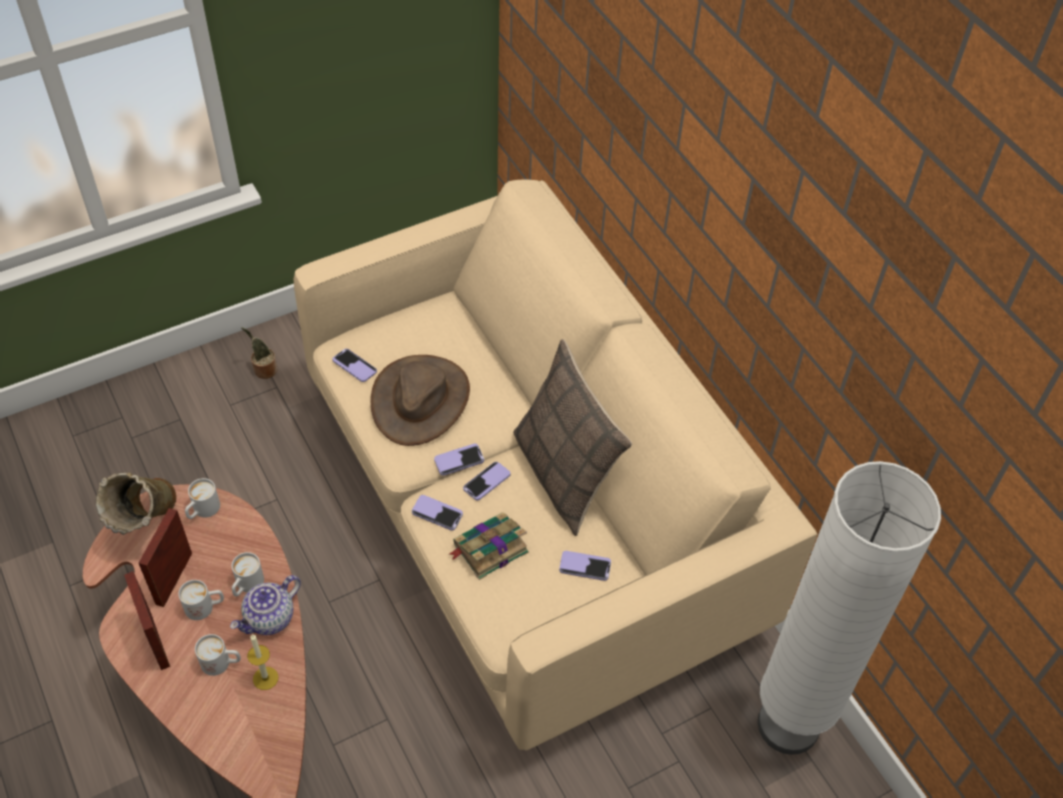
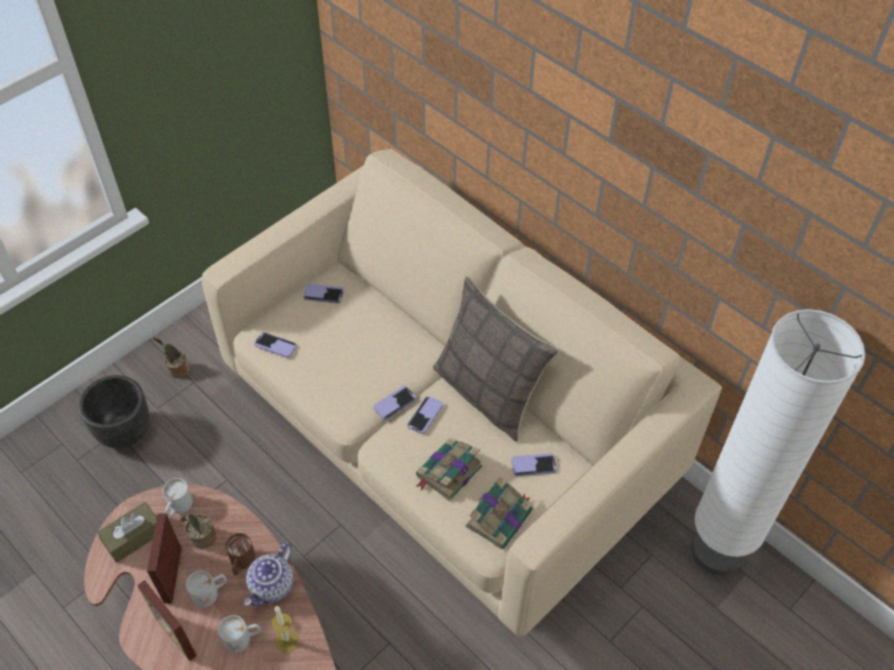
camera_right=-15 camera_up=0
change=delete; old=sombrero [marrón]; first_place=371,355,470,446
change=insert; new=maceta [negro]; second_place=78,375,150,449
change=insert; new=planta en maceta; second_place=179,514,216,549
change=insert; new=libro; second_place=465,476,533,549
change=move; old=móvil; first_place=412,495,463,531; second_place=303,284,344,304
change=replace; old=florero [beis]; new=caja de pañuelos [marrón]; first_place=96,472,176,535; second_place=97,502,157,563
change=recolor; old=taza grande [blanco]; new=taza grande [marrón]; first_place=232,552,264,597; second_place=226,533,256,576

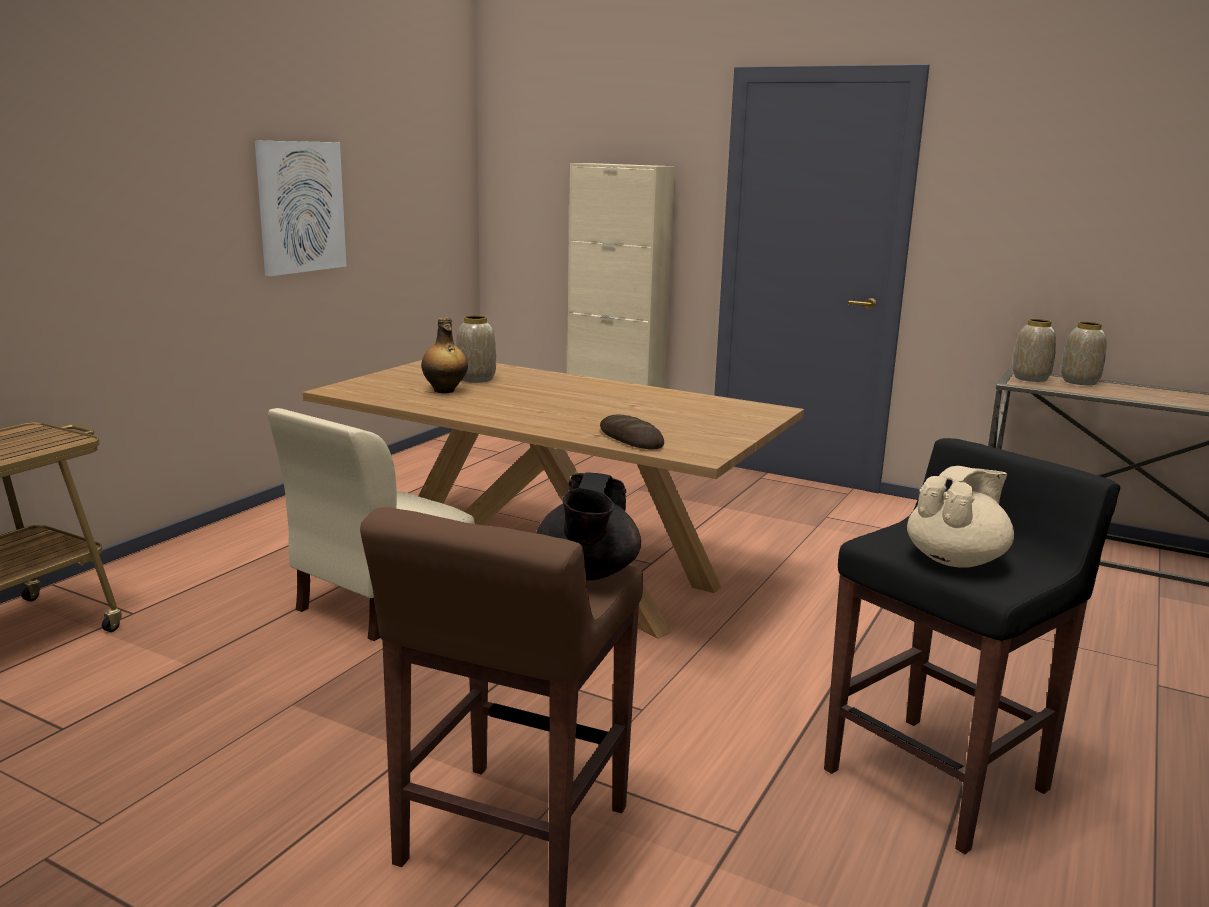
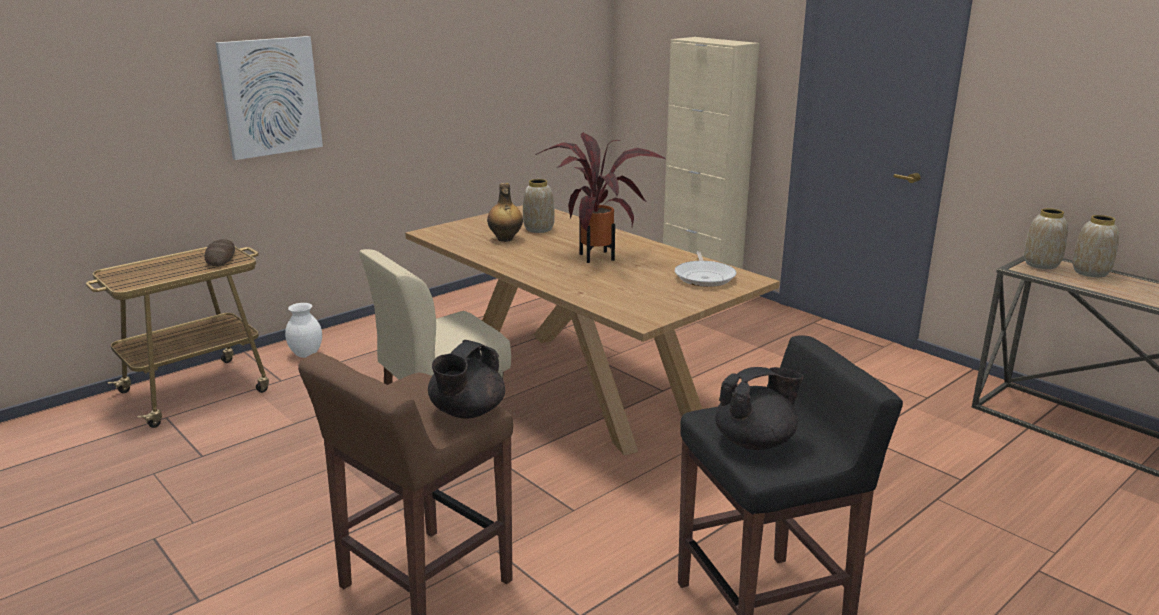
camera_right=20 camera_up=5
change=insert; new=florero [blanco]; second_place=285,303,322,358
change=insert; new=planta en maceta; second_place=536,132,666,263
change=insert; new=sartén; second_place=675,251,736,287
change=move; old=cuadro; first_place=255,140,346,276; second_place=215,36,323,160
change=move; old=pan; first_place=600,415,664,450; second_place=205,239,235,266
change=recolor; old=tetera [beis]; new=tetera [negro]; first_place=907,466,1014,568; second_place=715,367,804,450

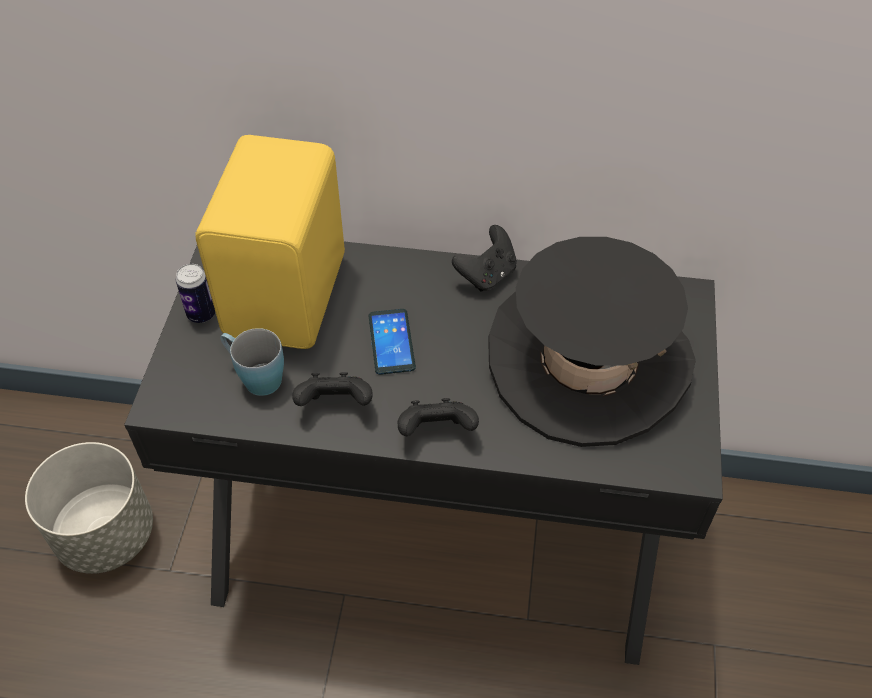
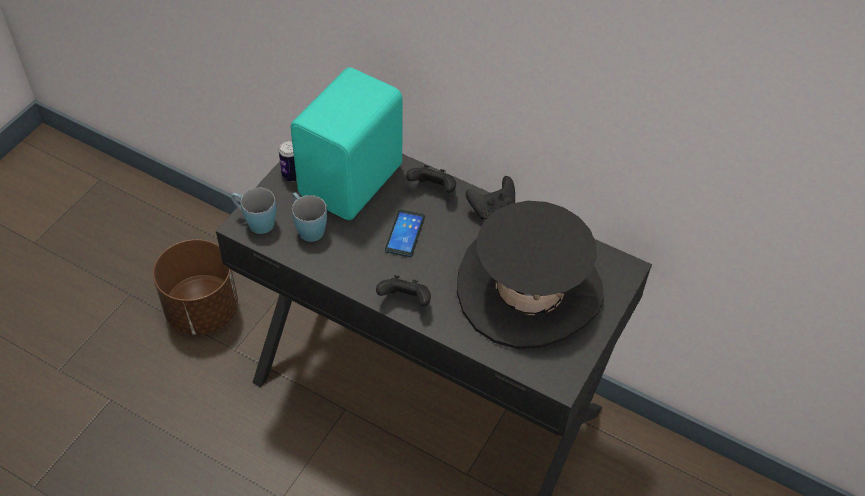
camera_right=20 camera_up=0
change=insert; new=taza grande [azul]; second_place=231,188,276,234
change=move; old=mando de consola [negro]; first_place=292,372,373,406; second_place=406,165,456,193
change=recolor; old=maceta [gris]; new=maceta [marrón]; first_place=25,442,153,574; second_place=153,239,238,335
change=recolor; old=altavoz [amarillo]; new=altavoz [turquesa]; first_place=196,135,345,349; second_place=290,67,402,220

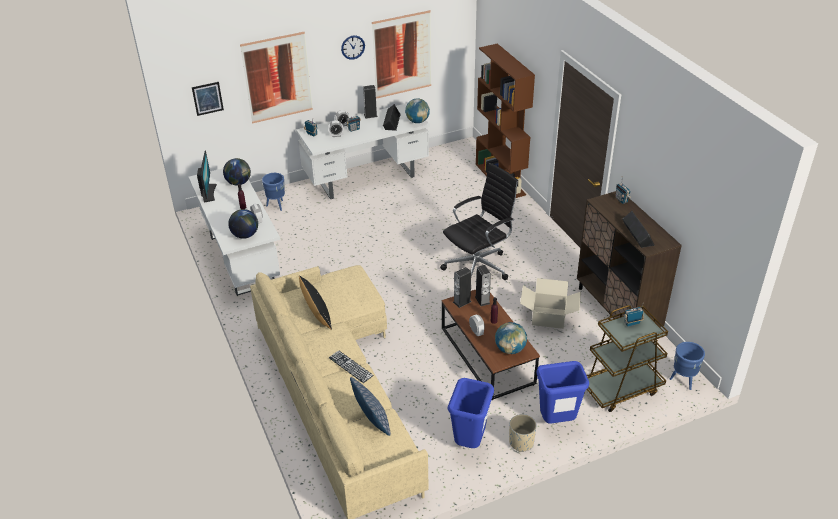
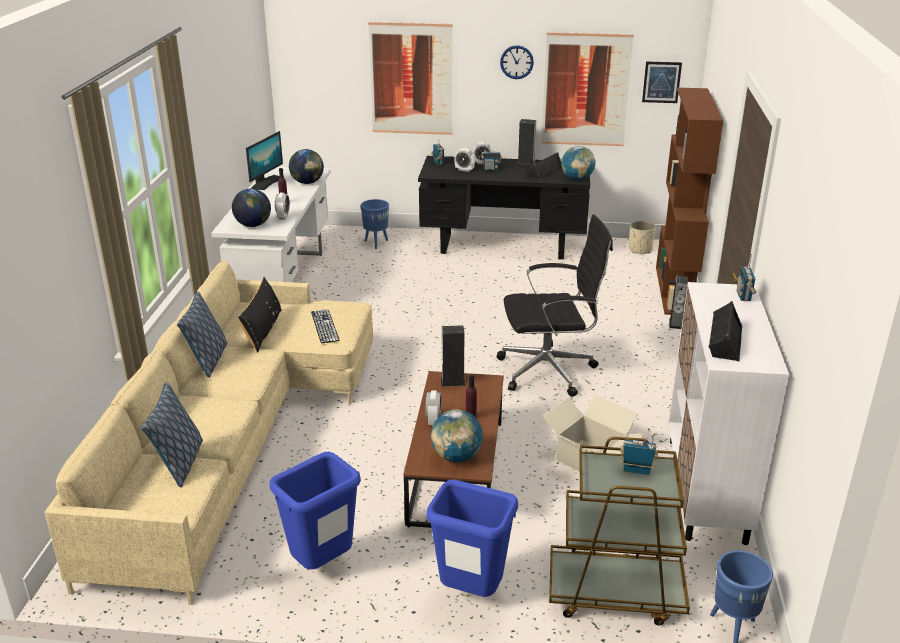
camera_right=30 camera_up=-10
change=insert; new=cojín; second_place=177,291,227,378
change=move; old=cuadro; first_place=192,82,224,116; second_place=642,61,682,103
change=move; old=teclado; first_place=329,351,374,383; second_place=311,309,340,343
change=move; old=altavoz; first_place=475,265,491,306; second_place=669,276,688,329
change=move; old=maceta [beis]; first_place=509,414,537,452; second_place=629,221,656,254
change=recolor; old=escritorio [blanco]; new=escritorio [negro]; first_place=296,103,430,199; second_place=418,156,590,260
change=recolor; old=armario [marrón]; new=armario [blanco]; first_place=577,191,682,327; second_place=669,282,789,545

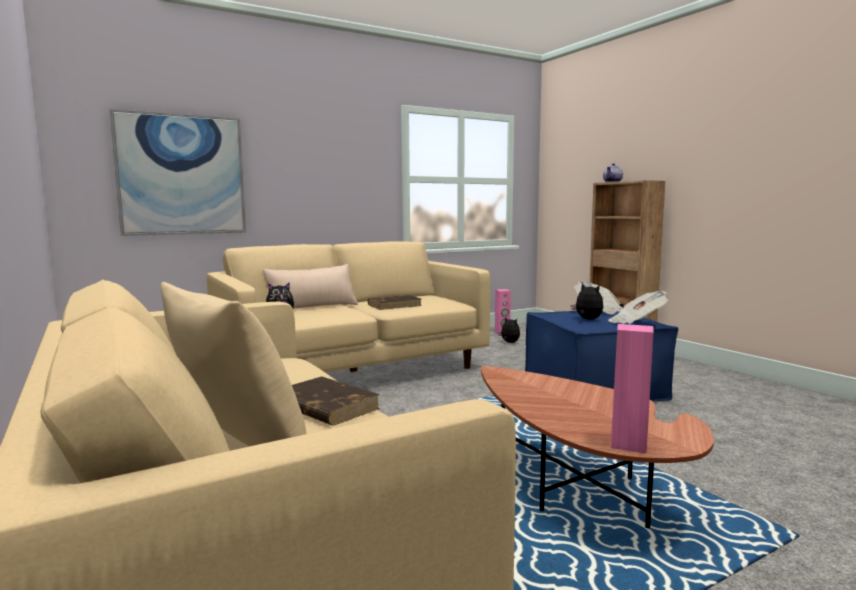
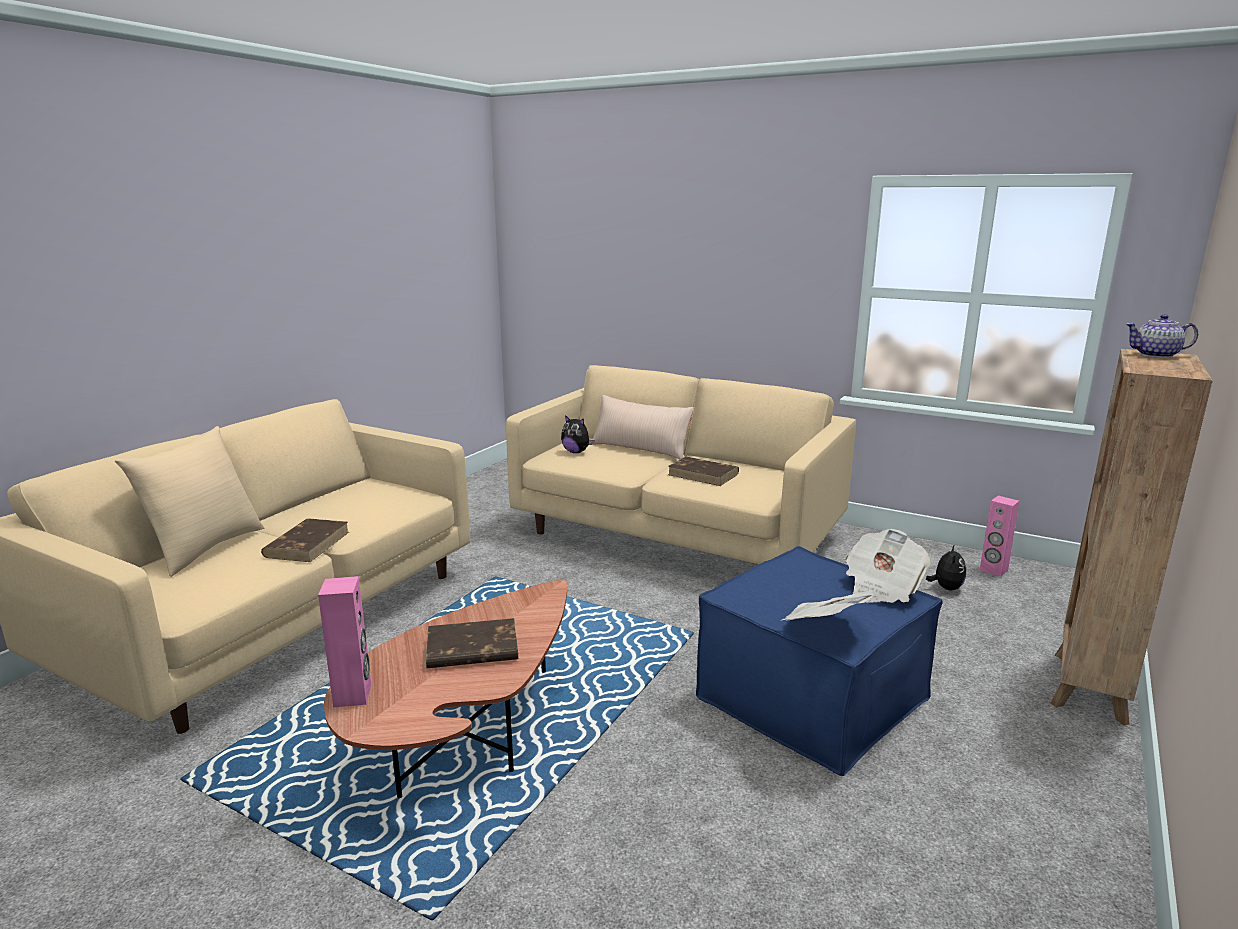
camera_right=60 camera_up=10
change=delete; old=cuadro; first_place=110,109,246,236
change=delete; old=peluche; first_place=571,283,603,319
change=insert; new=libro [marrón]; second_place=426,618,518,668

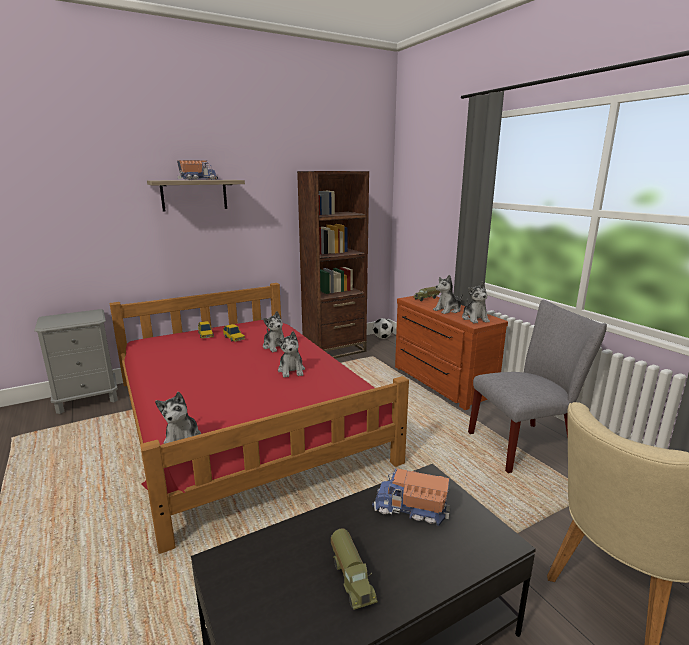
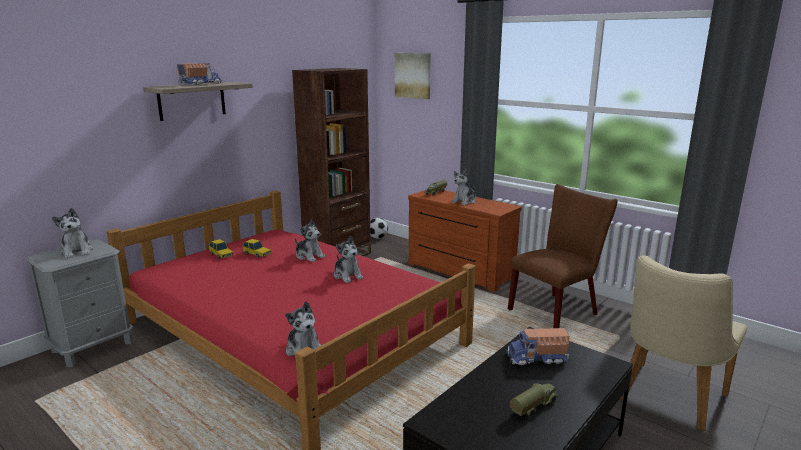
camera_right=-20 camera_up=0
change=insert; new=cuadro; second_place=395,53,431,99
change=move; old=peluche; first_place=462,281,490,323; second_place=52,208,93,259
change=recolor; old=silla [gris]; new=silla [marrón]; first_place=468,300,607,473; second_place=508,184,618,328
change=rotate; old=camión de juguete; first_place=331,528,378,610; second_place=510,383,559,418; degrees=-90

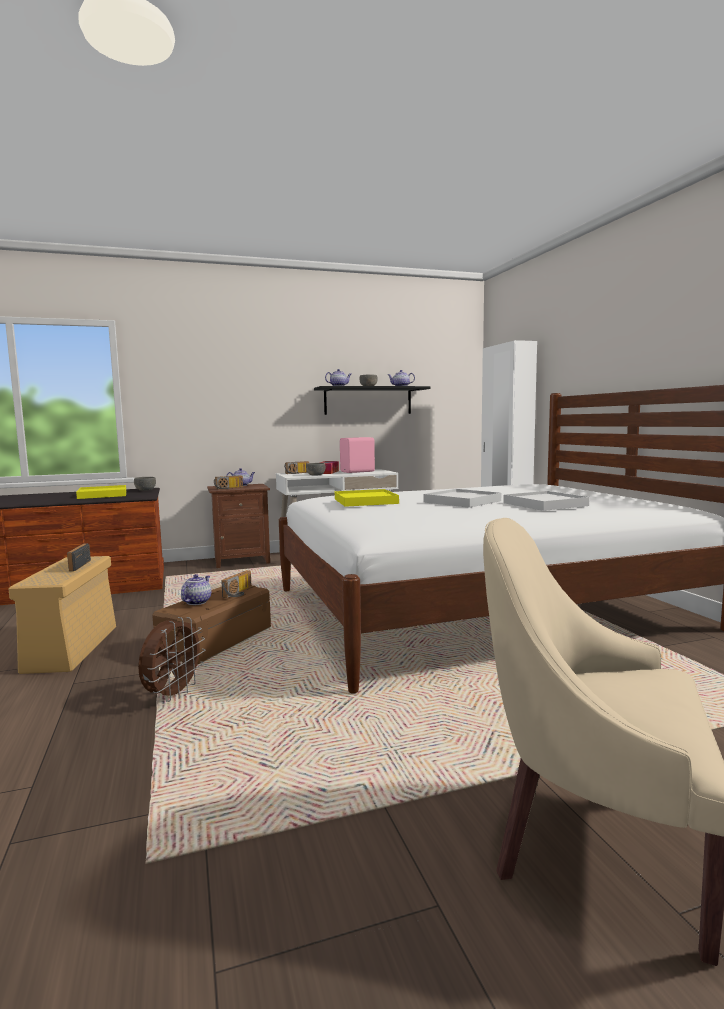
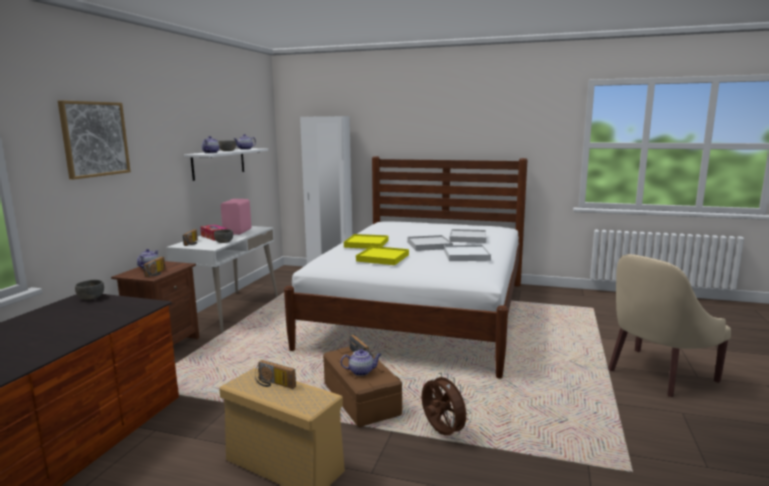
camera_right=-55 camera_up=5
change=insert; new=cuadro; second_place=58,100,131,180
change=insert; new=bandeja [blanco]; second_place=444,245,491,261
change=move; old=bandeja [amarillo]; first_place=76,485,126,499; second_place=344,234,388,249
change=recolor; old=estante [negro]; new=estante [blanco]; first_place=314,386,431,415; second_place=184,148,268,181
change=rotate; old=tetera; first_place=181,574,211,605; second_place=341,349,382,376; degrees=120

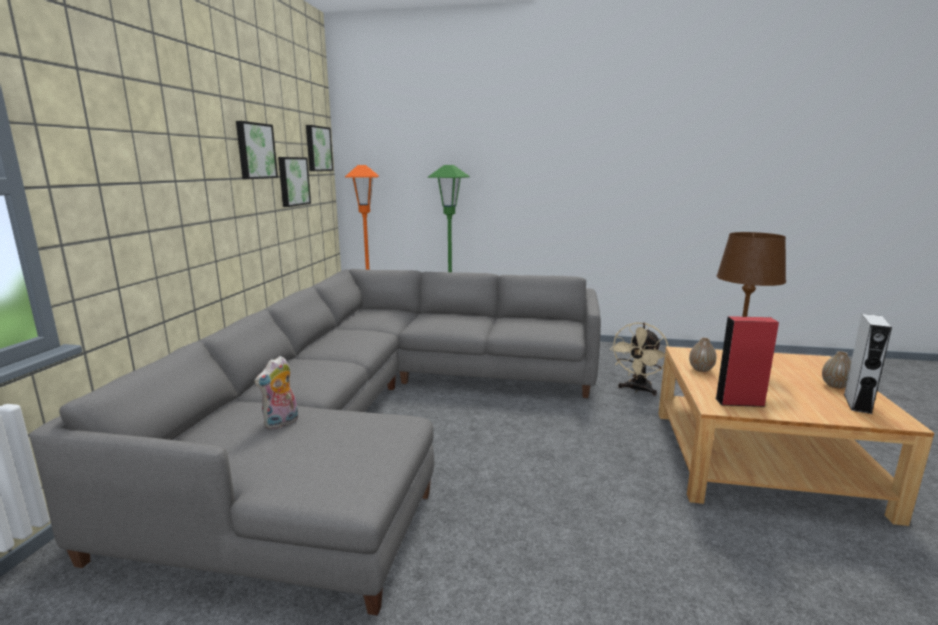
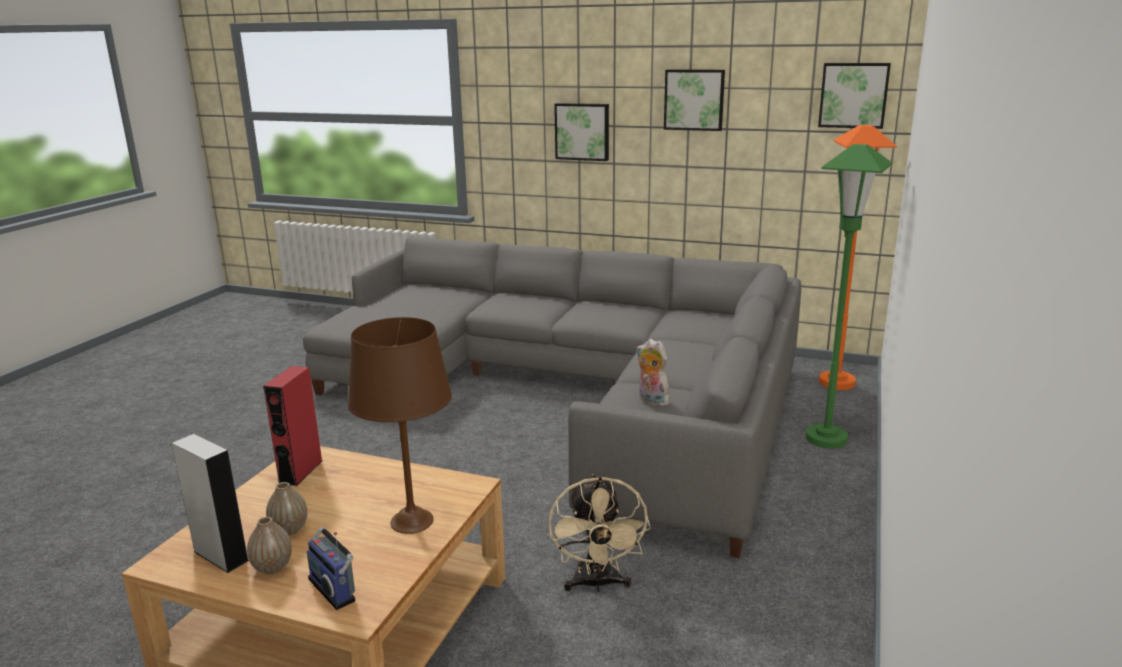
camera_right=100 camera_up=5
change=insert; new=radio; second_place=307,527,355,610
change=move; old=peluche; first_place=254,356,298,429; second_place=637,339,673,407
change=move; old=cuadro; first_place=278,157,311,207; second_place=554,103,609,161
change=move; old=florero; first_place=689,337,717,372; second_place=266,482,307,535
change=rotate; old=ventilador [beis]; first_place=610,322,669,396; second_place=549,474,651,592; degrees=-135

